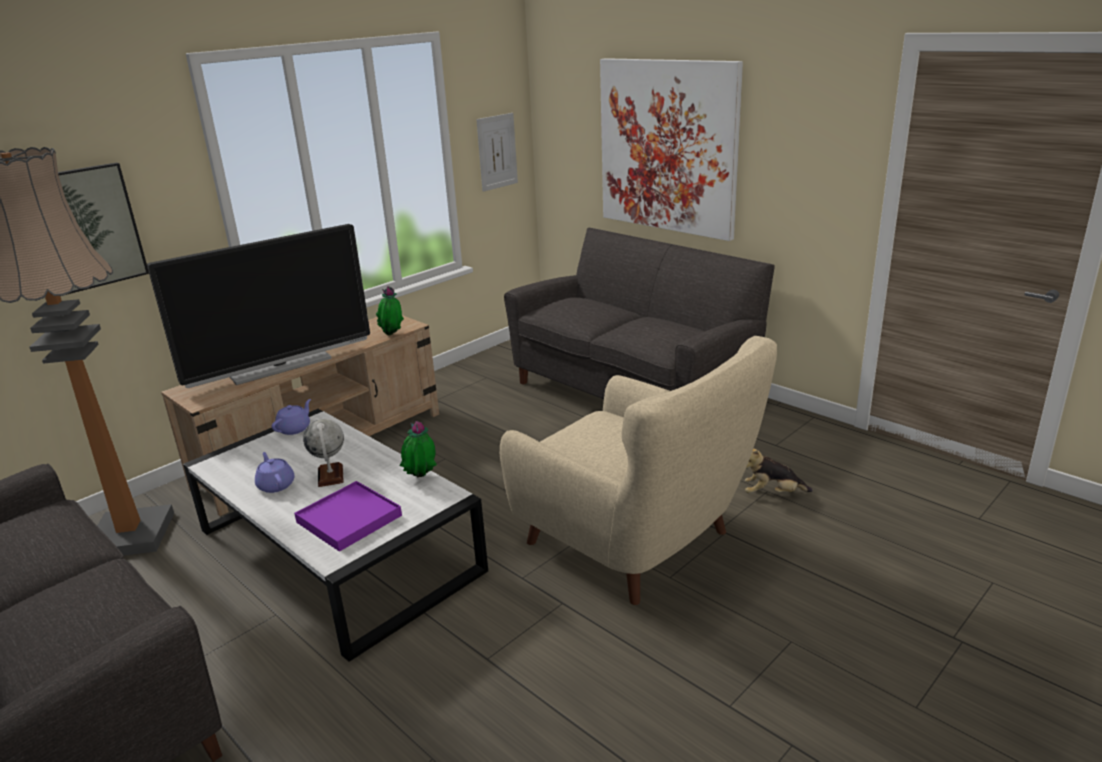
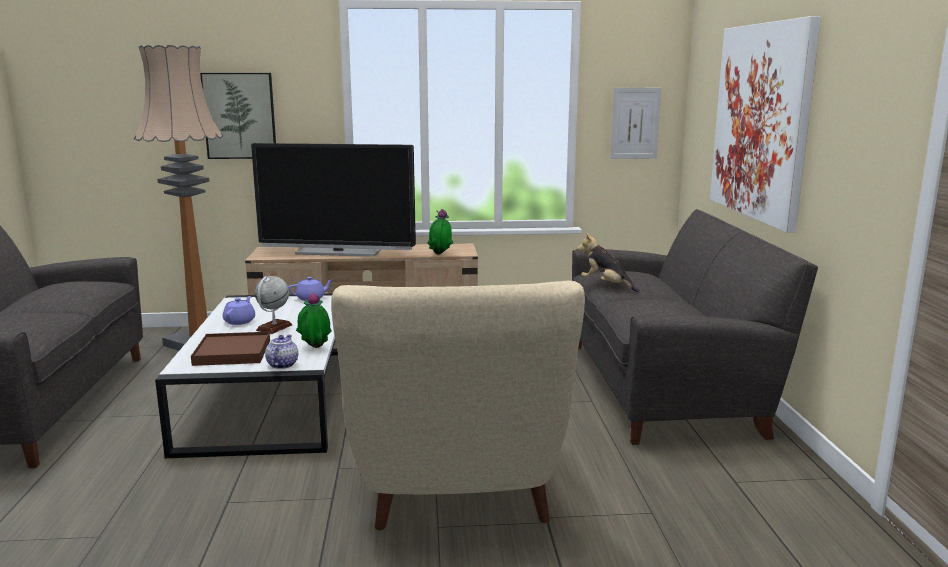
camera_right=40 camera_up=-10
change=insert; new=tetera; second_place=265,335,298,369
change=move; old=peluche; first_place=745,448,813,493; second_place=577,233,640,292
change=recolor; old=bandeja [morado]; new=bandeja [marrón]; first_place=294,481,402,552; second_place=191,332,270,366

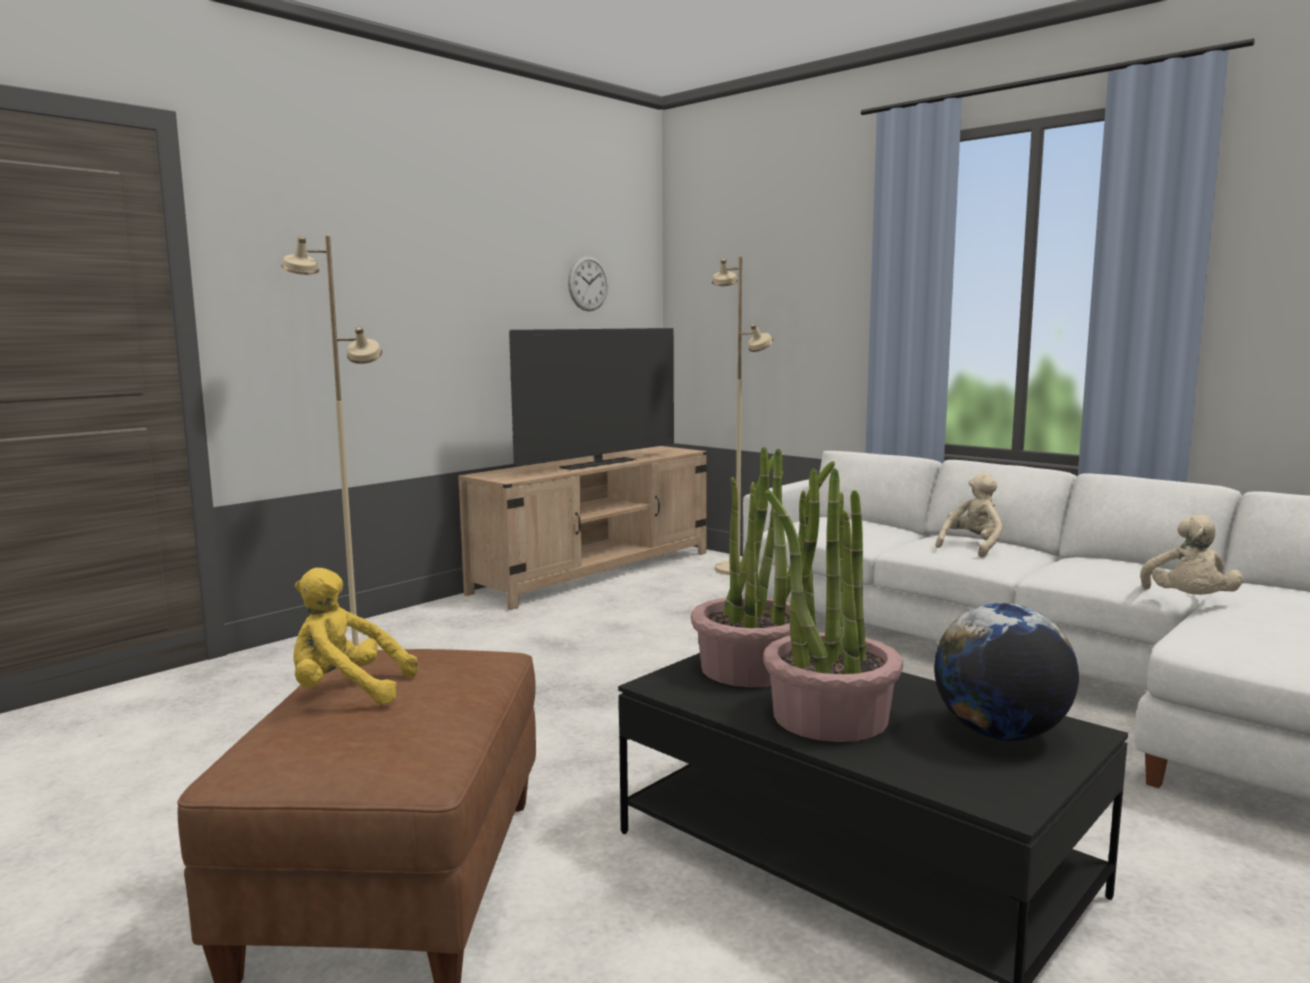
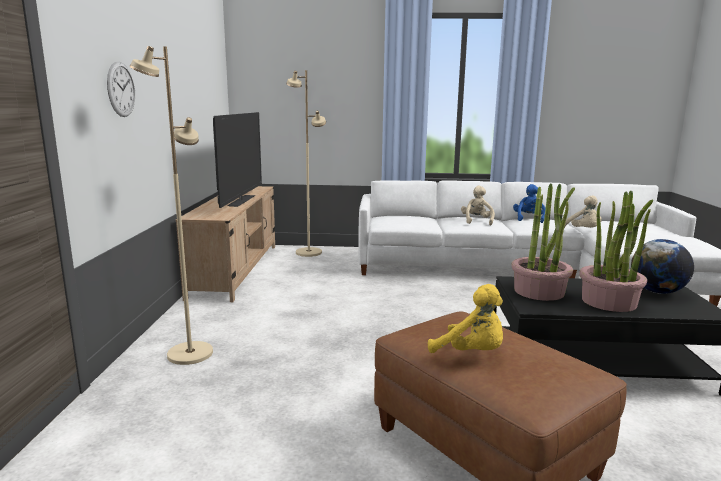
camera_right=-40 camera_up=5
change=insert; new=peluche [azul]; second_place=513,184,546,223
change=move; old=reloj de pared; first_place=568,255,608,311; second_place=107,61,135,117
change=rotate; old=peluche [amarillo]; first_place=293,568,418,705; second_place=428,284,503,353; degrees=-105

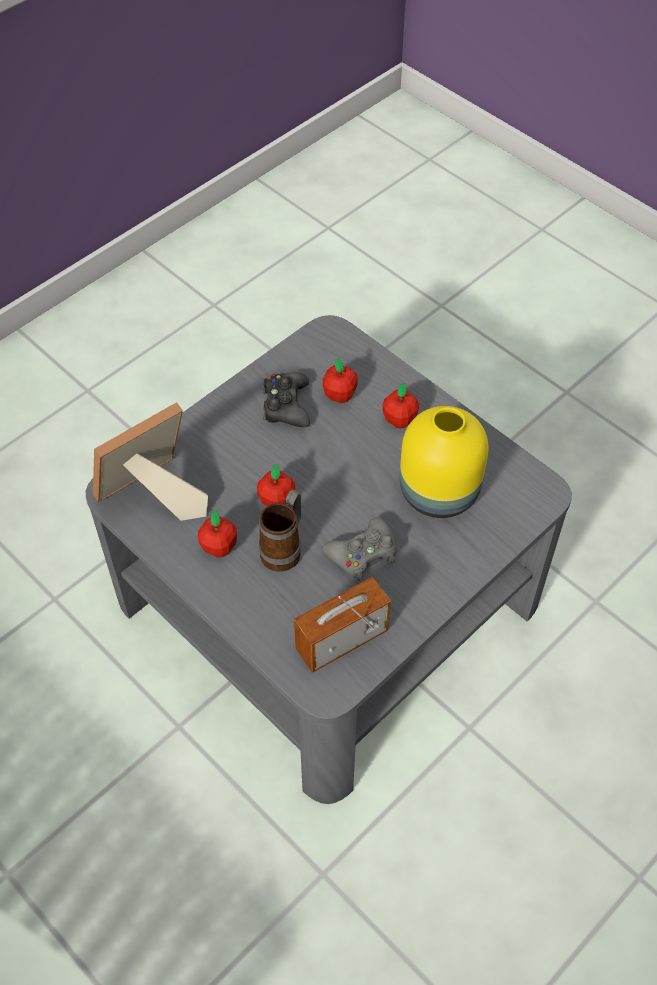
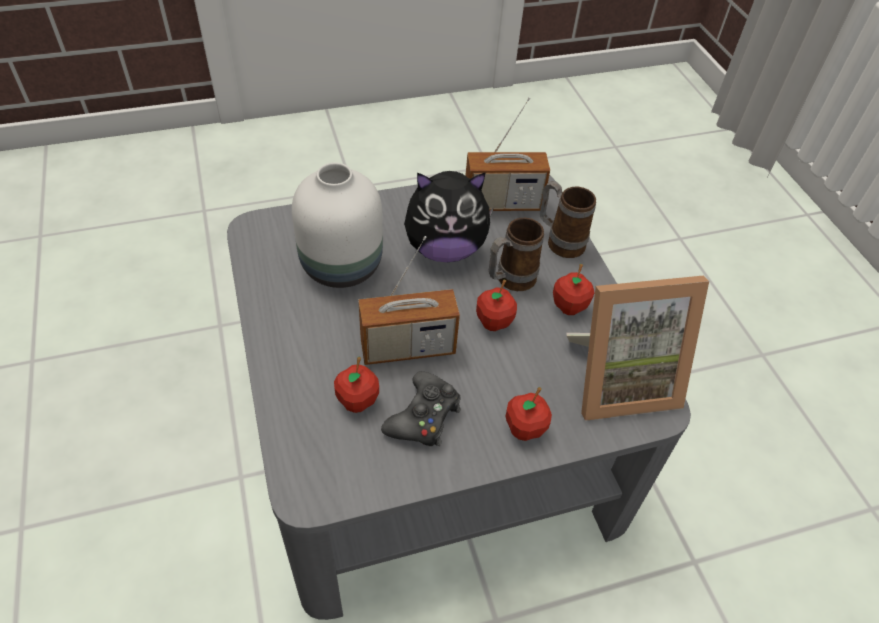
camera_right=-155 camera_up=-5
change=insert; new=radio; second_place=358,236,460,365
change=insert; new=taza grande; second_place=540,181,596,258
change=move; old=manzana; first_place=382,383,419,429; second_place=505,387,552,441
change=replace; old=mando de consola [gris]; new=peluche; first_place=322,517,397,581; second_place=404,171,494,263
change=recolor; old=florero [amarillo]; new=florero [blanco]; first_place=400,406,488,518; second_place=292,162,383,288

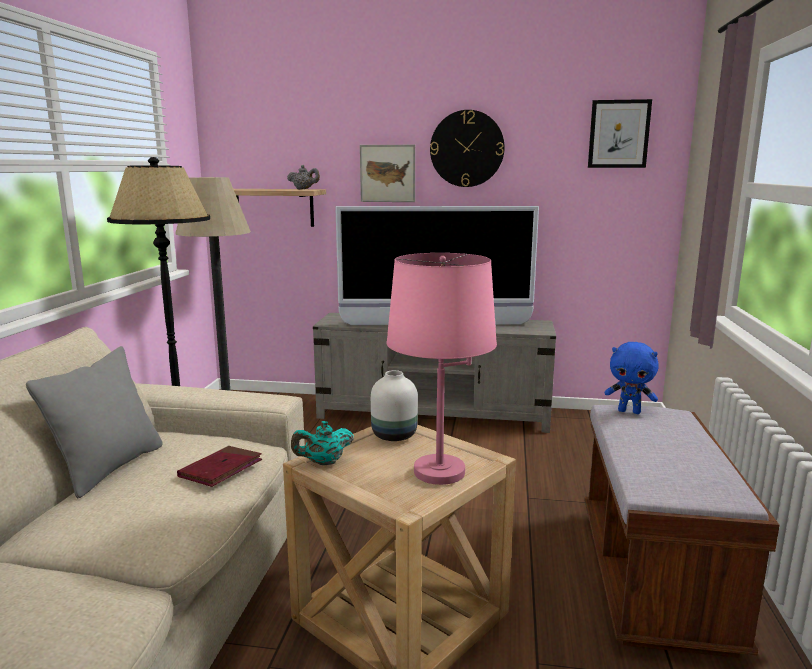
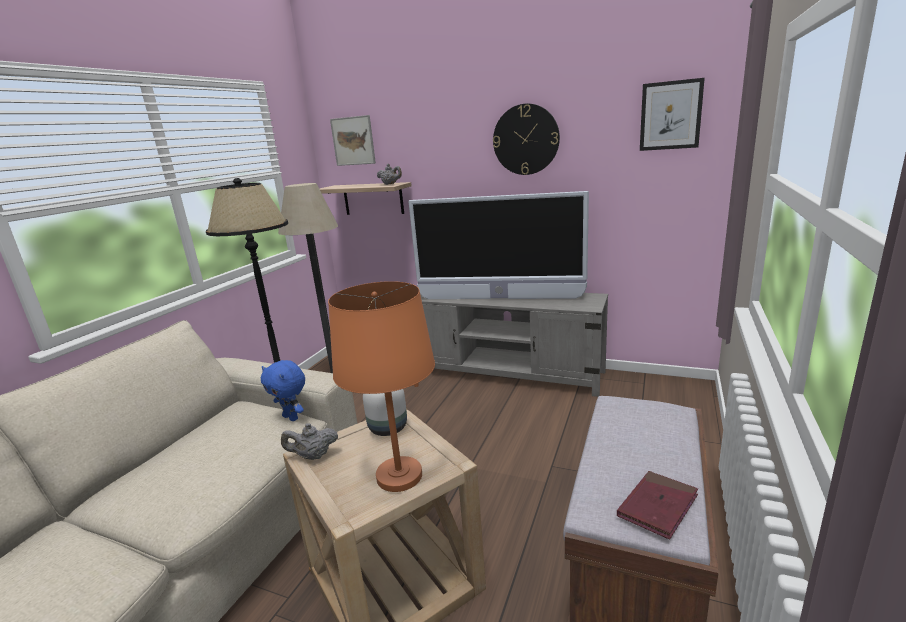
camera_right=15 camera_up=5
change=delete; old=cojín [gris]; first_place=26,346,163,498
change=move; old=libro [rojo]; first_place=177,446,262,487; second_place=617,471,698,540
change=move; old=cuadro; first_place=360,145,415,202; second_place=330,115,376,166
change=move; old=peluche [azul]; first_place=605,342,659,414; second_place=261,360,305,421
change=recolor; old=tetera [turquesa]; new=tetera [gris]; first_place=291,421,354,465; second_place=281,423,338,460
change=recolor; old=lámpara de mesa [rosa]; new=lámpara de mesa [naranja]; first_place=386,253,497,485; second_place=328,281,435,492

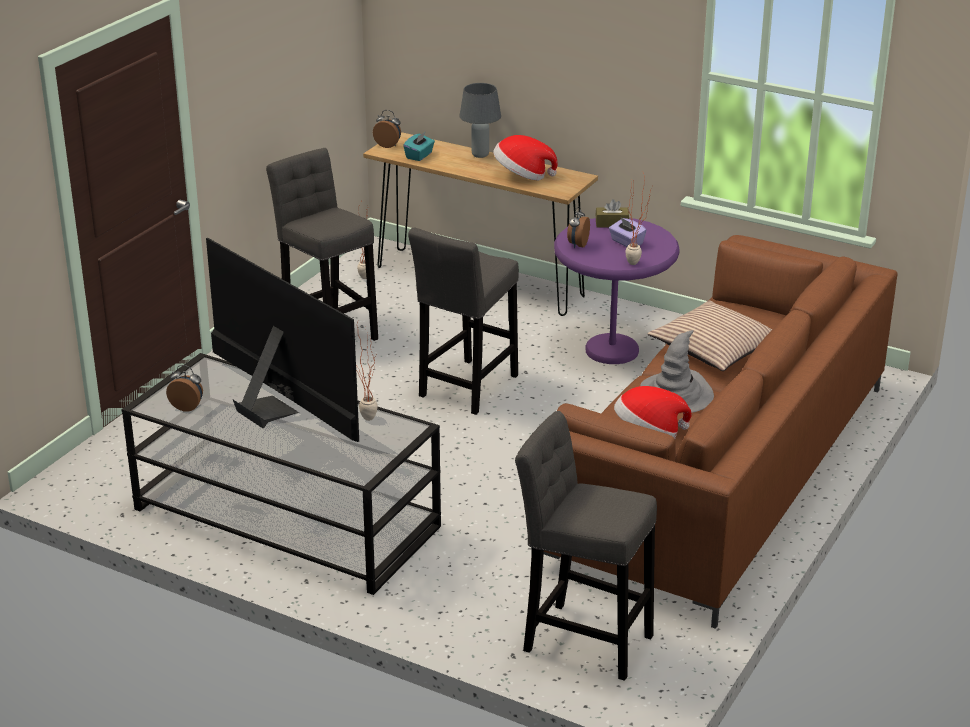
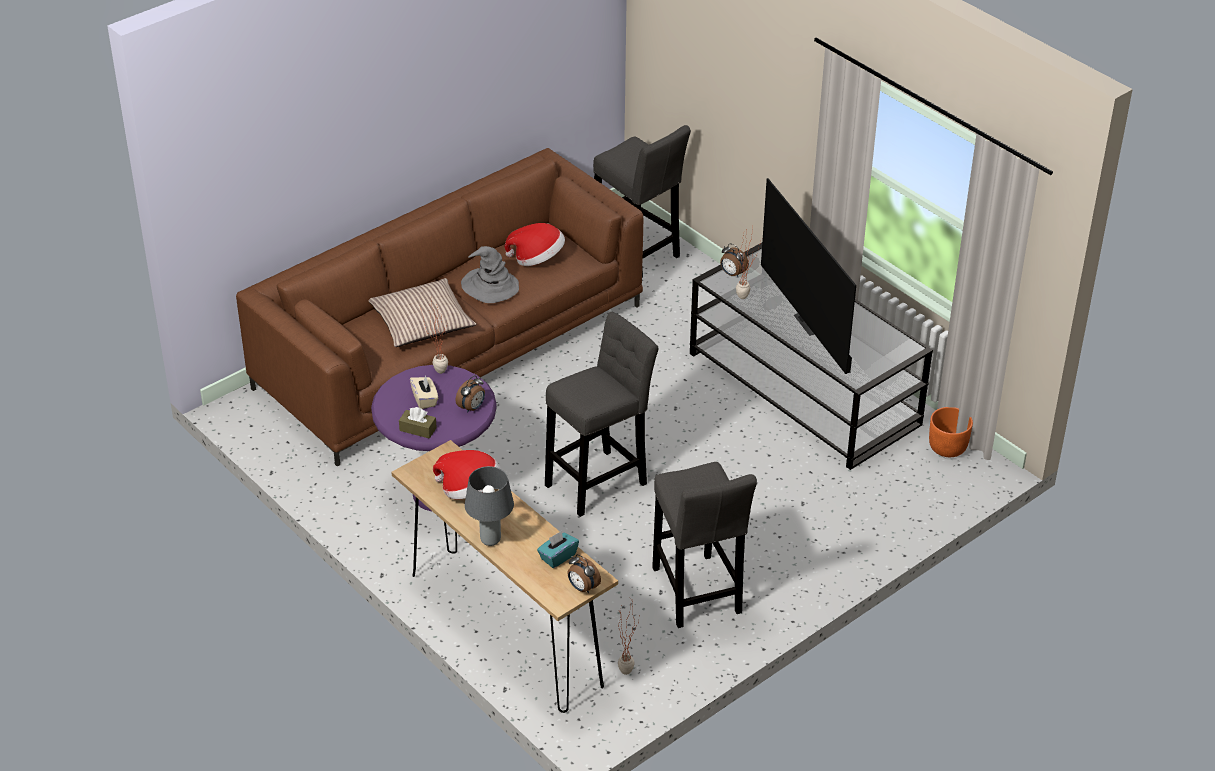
camera_right=-160 camera_up=10
change=insert; new=maceta [naranja]; second_place=929,407,973,457
change=move; old=despertador; first_place=166,365,203,412; second_place=720,244,749,277
change=recolor; old=caja de pañuelos [morado]; new=caja de pañuelos [beis]; first_place=609,218,647,247; second_place=410,375,438,409

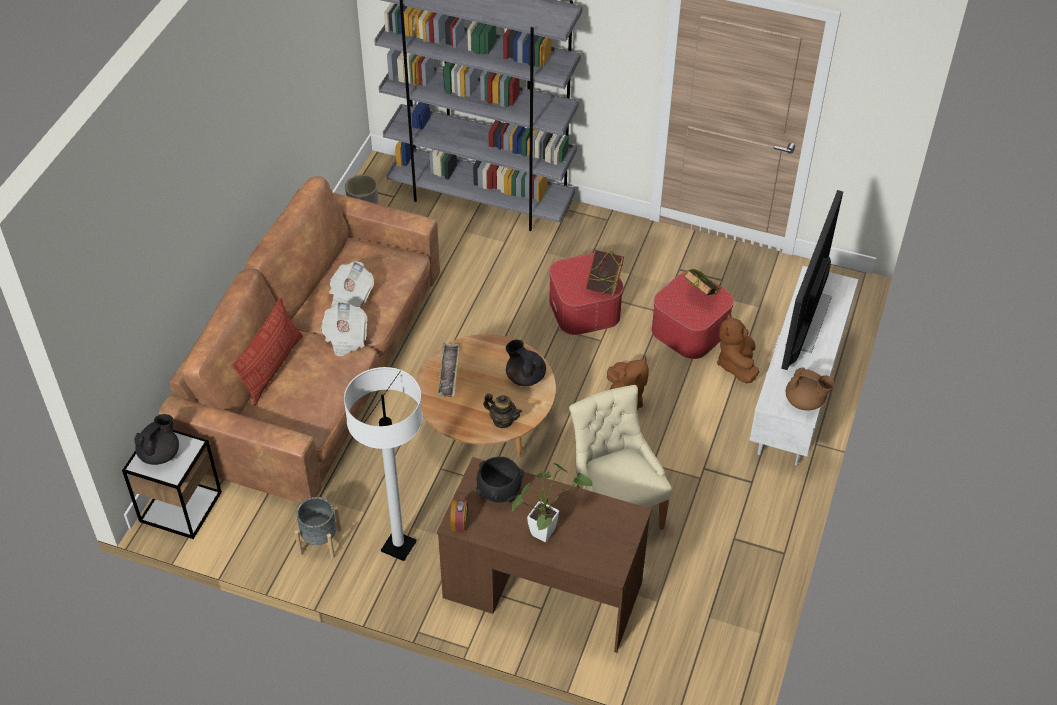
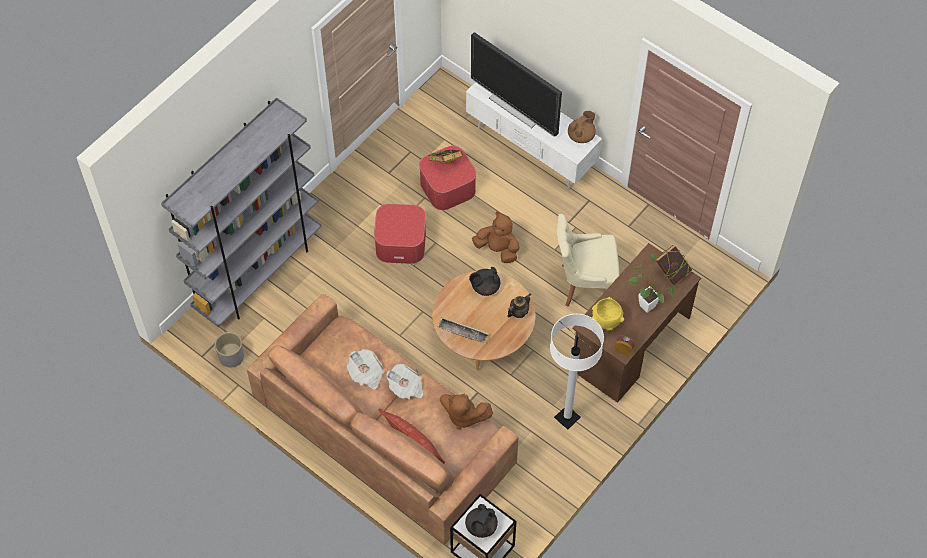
camera_right=-70 camera_up=10
change=delete; old=maceta [gris]; first_place=295,497,341,559
change=move; old=libro; first_place=586,250,624,296; second_place=656,245,692,285
change=move; old=peluche [marrón]; first_place=717,313,759,384; second_place=440,394,493,430
change=recolor; old=cuenco [negro]; new=cuenco [amarillo]; first_place=476,457,525,503; second_place=592,297,624,331
change=rotate; old=tetera [negro]; first_place=134,414,179,465; second_place=465,504,498,538; degrees=-120

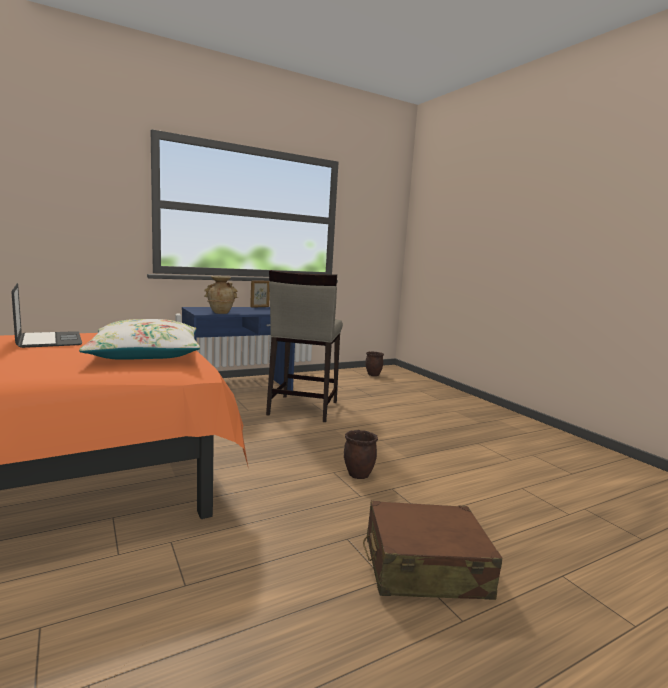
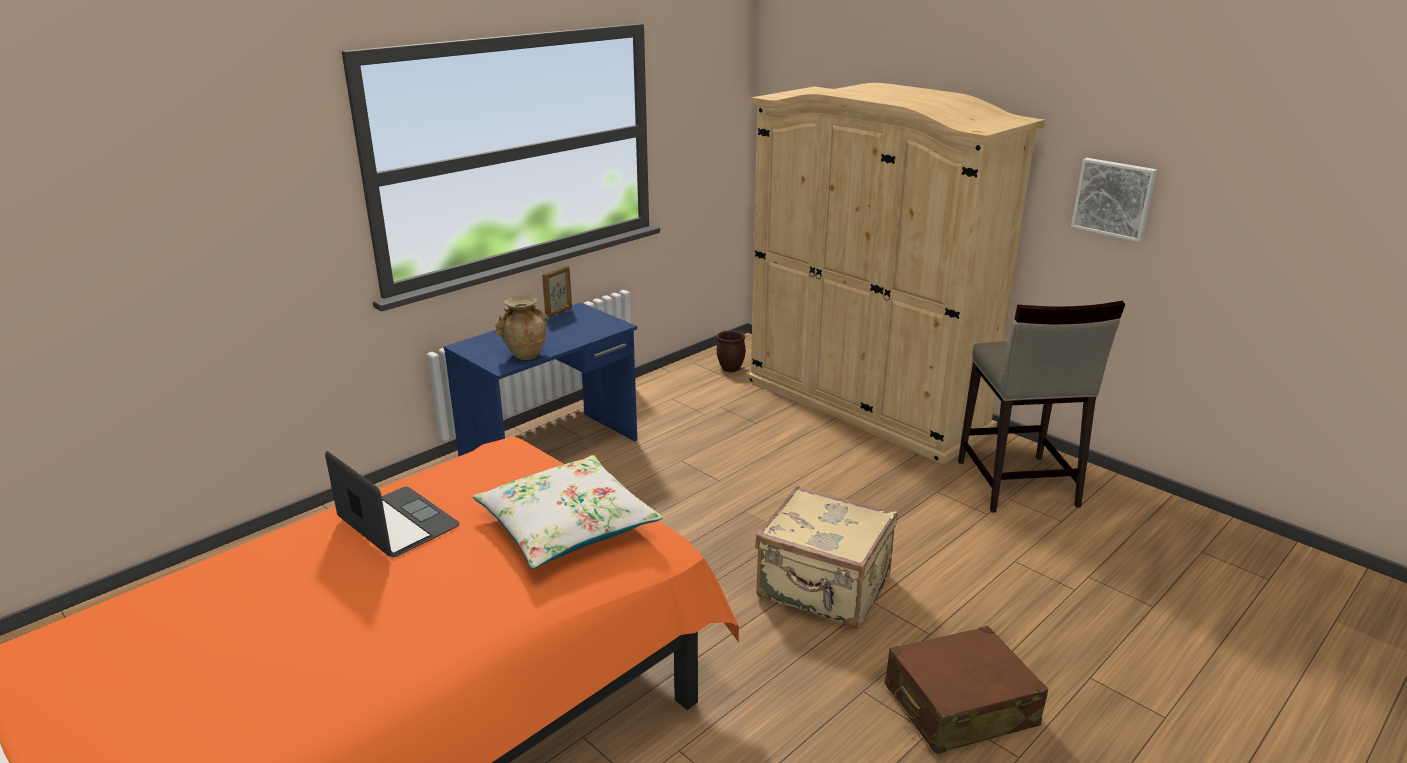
camera_right=-15 camera_up=15
change=insert; new=armario ropero [beis]; second_place=745,83,1045,465
change=insert; new=cuadro; second_place=1071,158,1157,242
change=move; old=taburete [beis]; first_place=266,270,343,422; second_place=958,301,1125,513
change=replace; old=maceta [marrón]; new=maleta [beis]; first_place=344,430,378,479; second_place=755,485,897,629

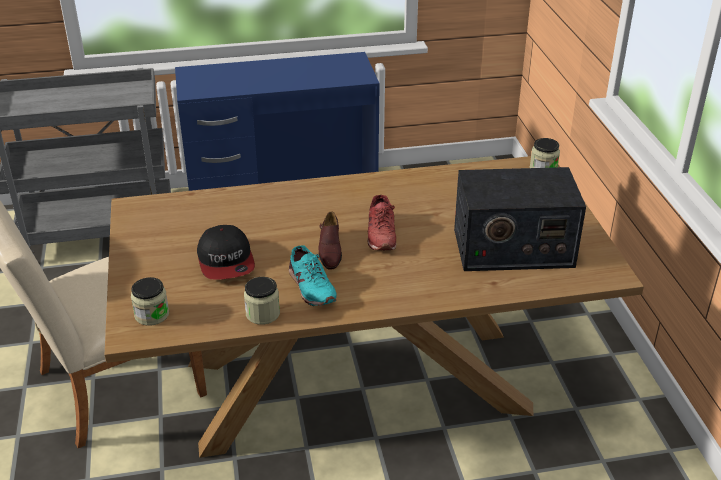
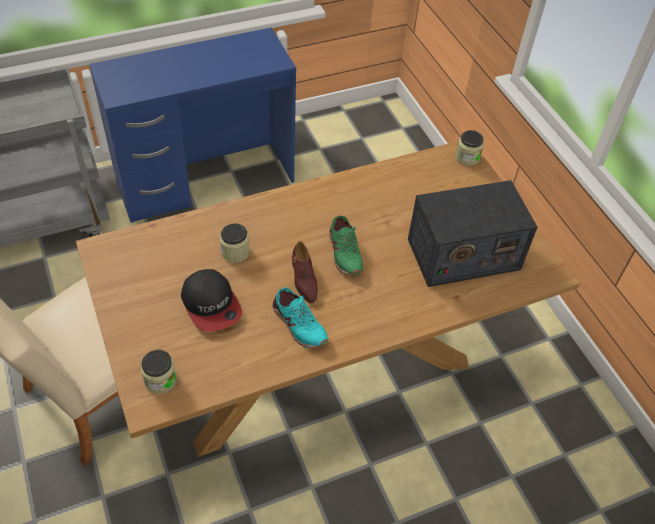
camera_right=-15 camera_up=15
change=move; old=tarro; first_place=244,277,280,325; second_place=220,223,250,263
change=recolor; old=zapato [rojo]; new=zapato [verde]; first_place=367,195,396,250; second_place=329,216,363,275

